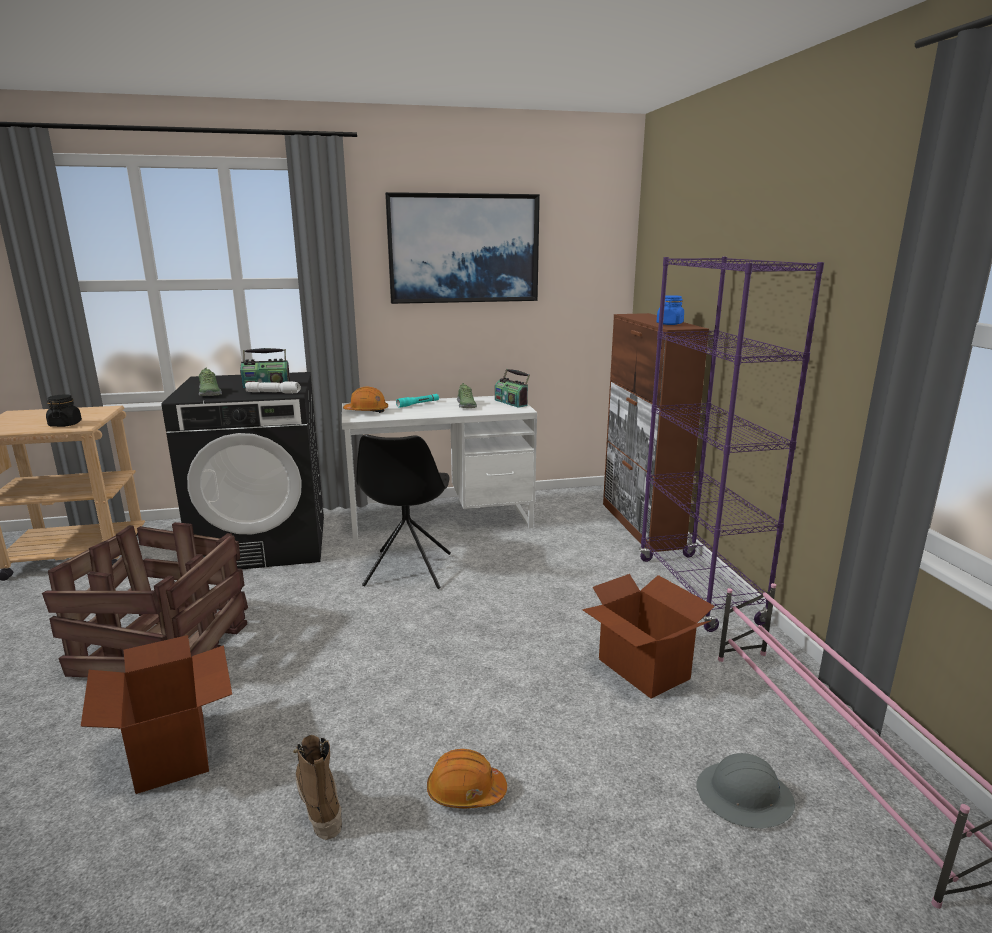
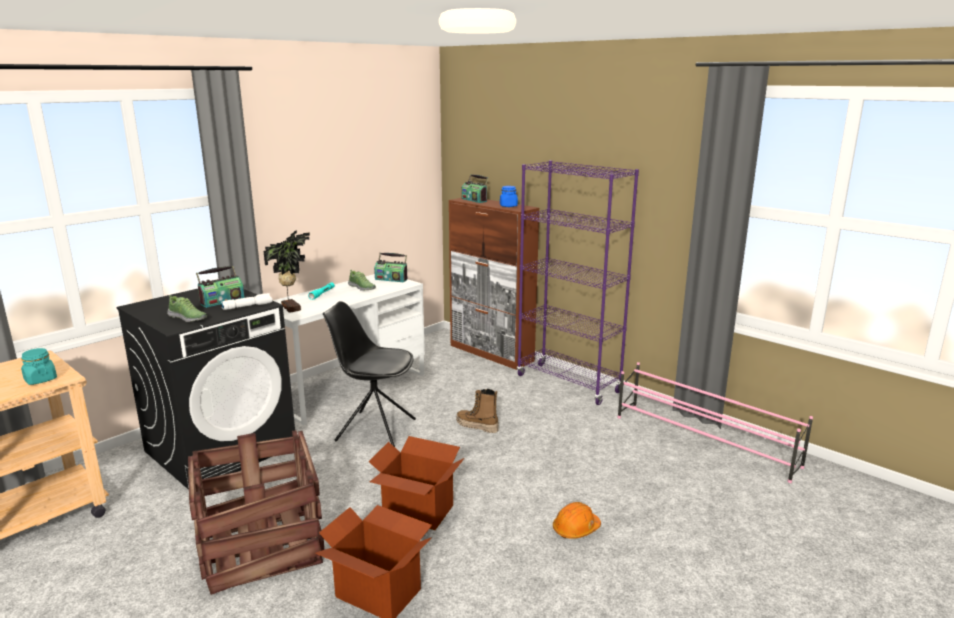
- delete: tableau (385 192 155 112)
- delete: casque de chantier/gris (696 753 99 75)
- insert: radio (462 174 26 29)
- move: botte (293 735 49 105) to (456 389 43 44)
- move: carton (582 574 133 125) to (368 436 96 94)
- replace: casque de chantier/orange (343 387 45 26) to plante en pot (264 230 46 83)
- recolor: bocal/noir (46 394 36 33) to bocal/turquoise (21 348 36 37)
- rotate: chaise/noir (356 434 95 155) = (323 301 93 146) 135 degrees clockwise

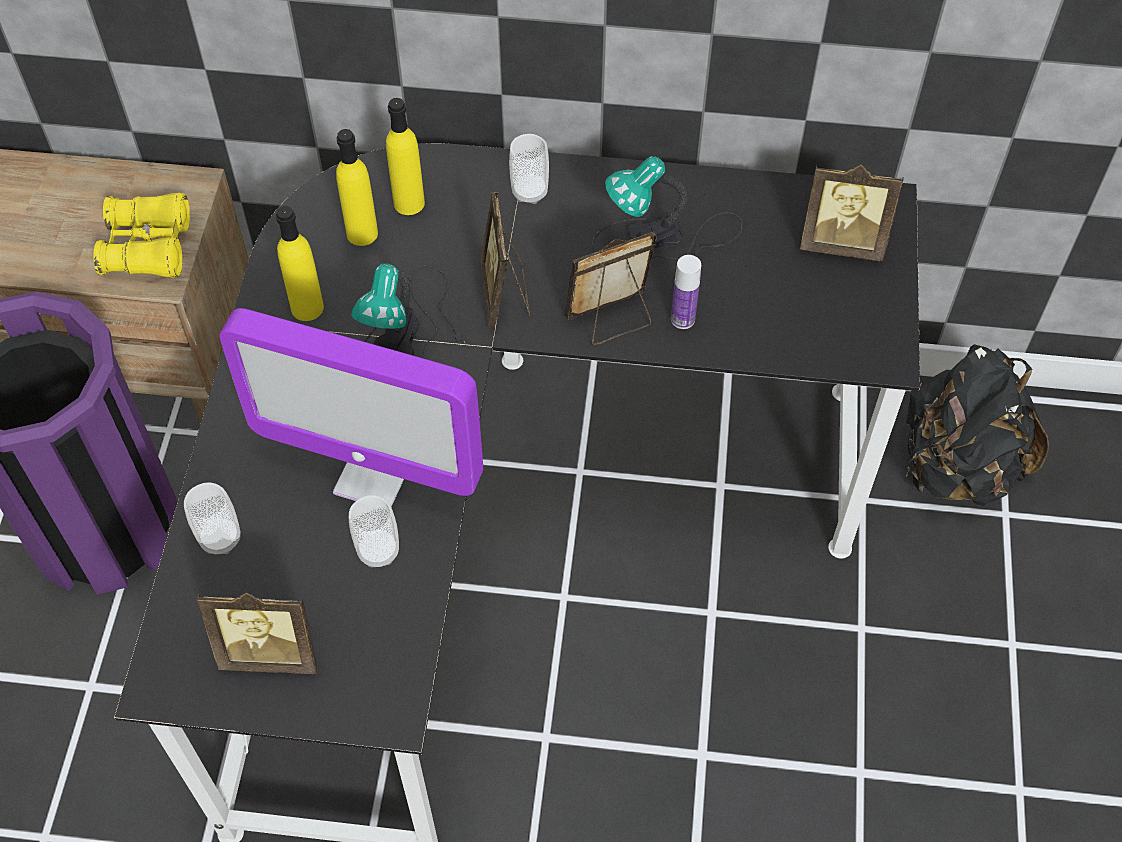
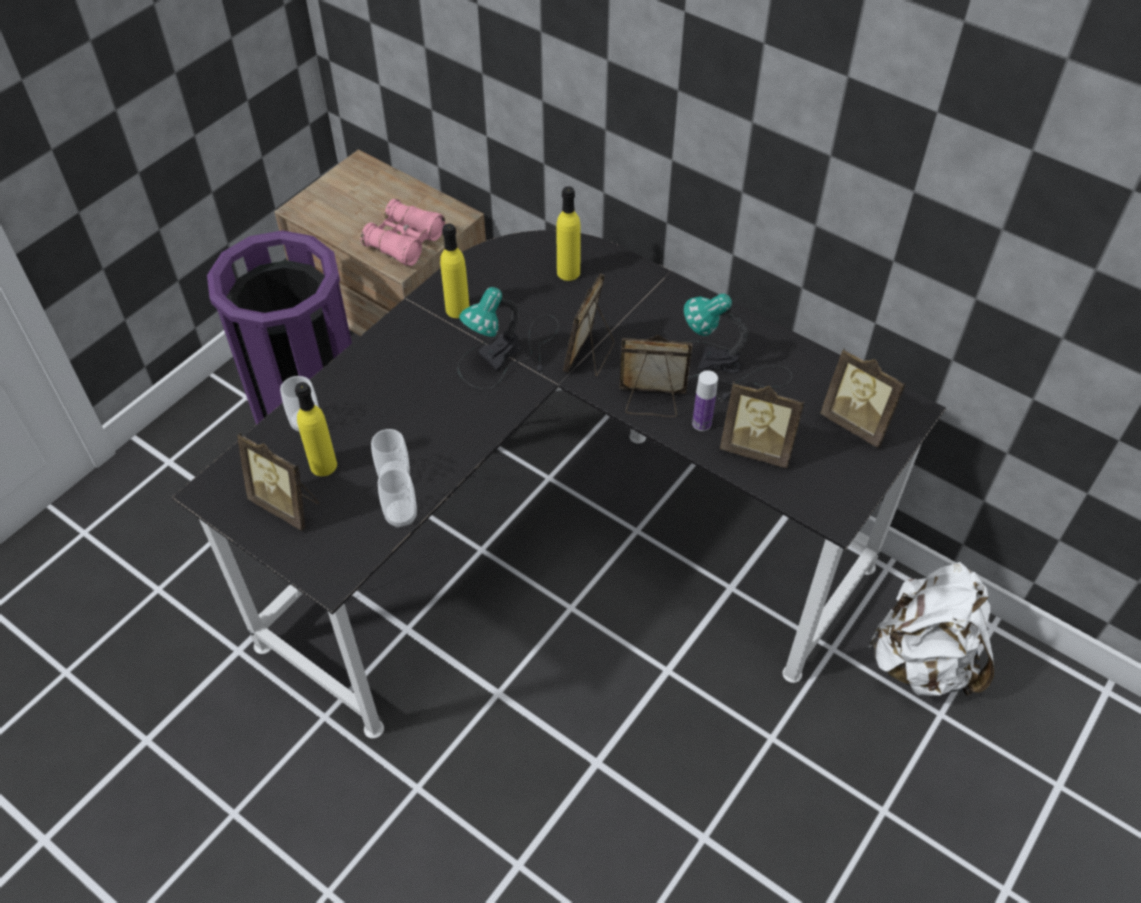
- delete: écran d'ordinateur (219 308 264 199)
- insert: cadre photo (720 382 85 86)
- move: bouteille/jaune (336 129 42 117) to (295 382 42 94)
- move: tasse (509 134 40 70) to (378 468 39 60)
- recolor: jumelles/jaune (93 193 97 85) to jumelles/rose (361 199 84 67)
- recolor: sac à dos/noir (904 344 145 162) to sac à dos/blanc (868 562 126 134)

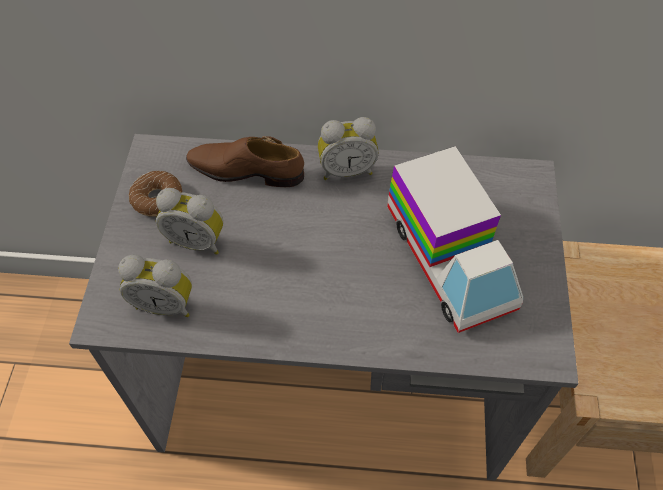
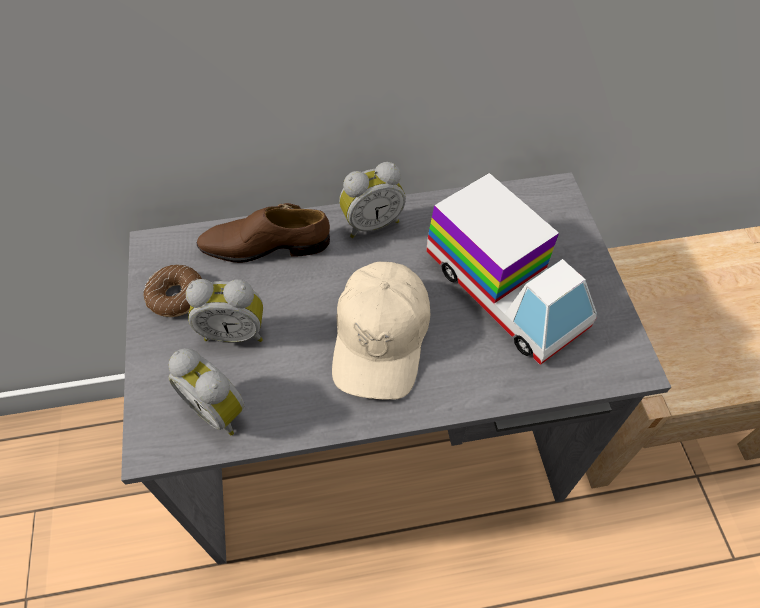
- insert: casquette/beige (332 262 99 138)
- rotate: réveil (118 255 74 62) = (168 348 77 87) 45 degrees clockwise

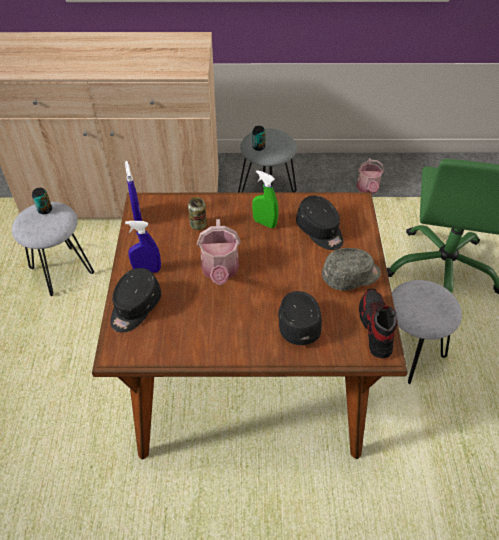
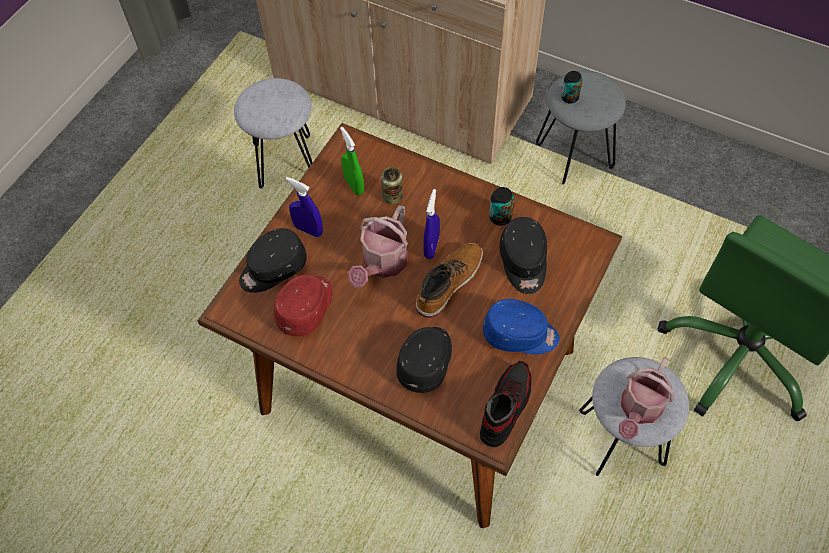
- insert: casquette/rouge (274 274 59 63)
- insert: botte (416 243 67 75)
- move: boîte métallique (32 188 20 26) to (489 187 25 39)
- move: vaporisateur/bleu (125 161 17 60) to (423 189 17 70)
- move: vaporisateur/vert (252 170 26 58) to (340 127 24 68)
- move: arrosoir (356 158 28 36) to (619 357 55 82)
- recolor: casquette/gris (322 248 59 43) to casquette/bleu (483 299 77 55)

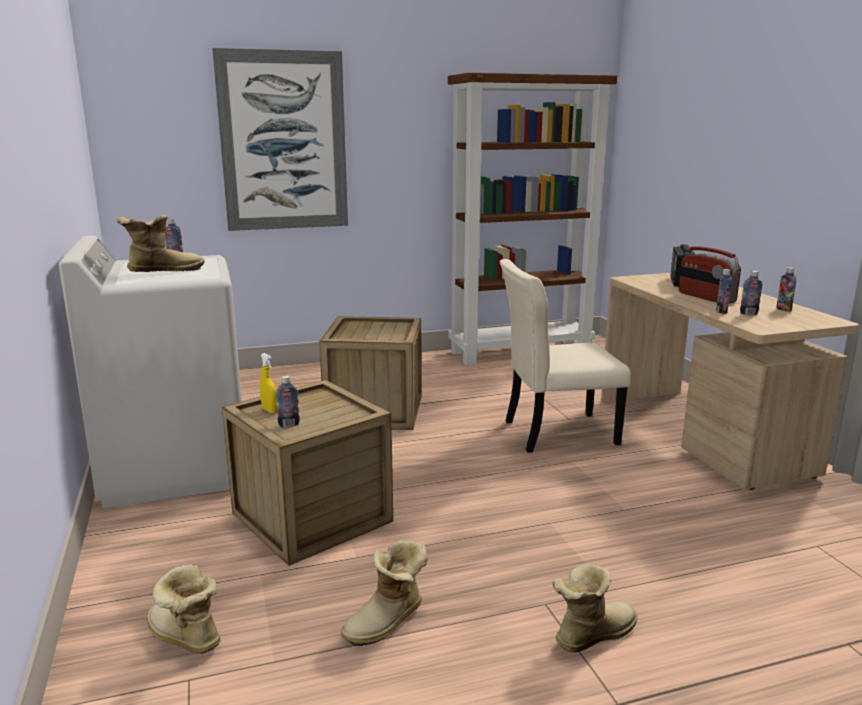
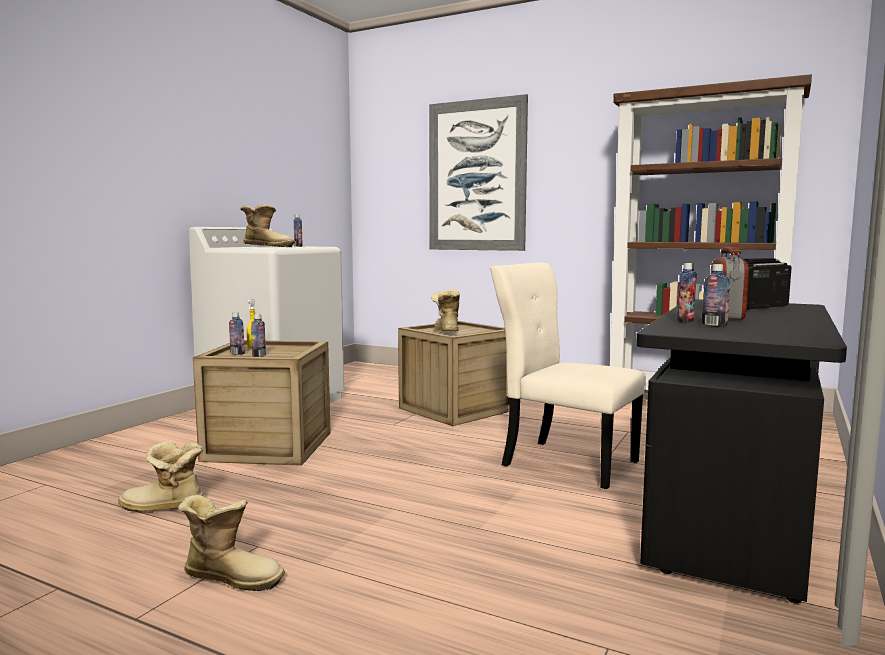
- move: botte (147 564 74 90) to (431 289 29 43)
- move: bouteille (776 267 20 45) to (251 314 15 43)
- recolor: bureau/beige (601 273 258 217) to bureau/noir (636 299 211 305)

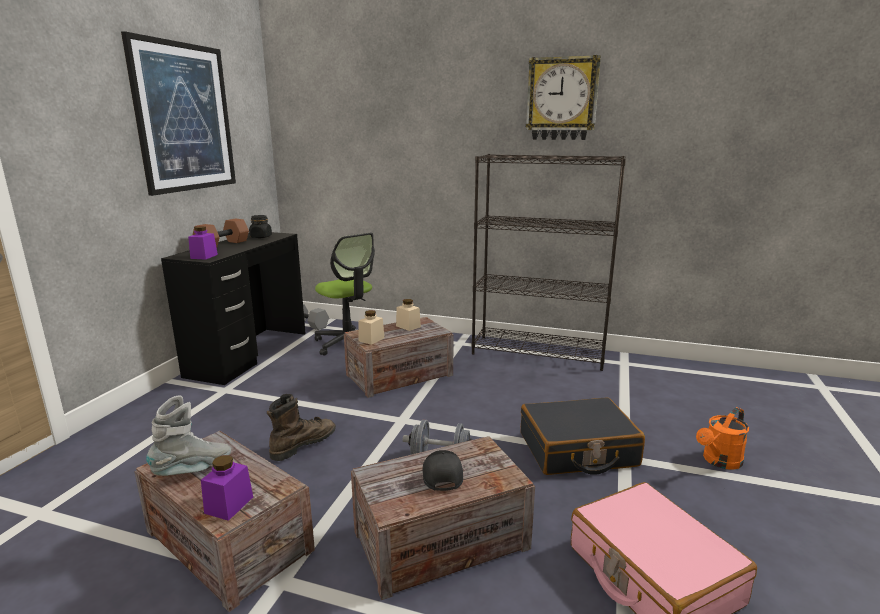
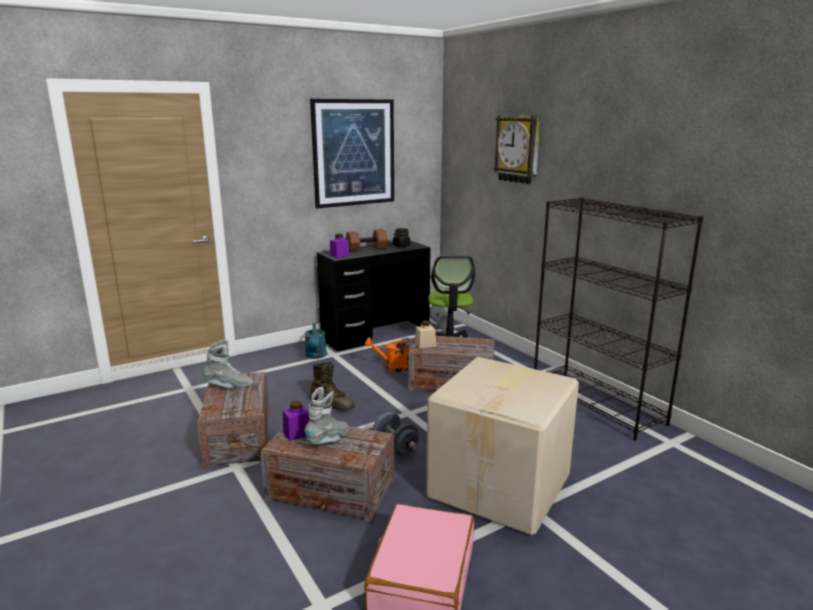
- delete: bocal/beige (396 299 25 32)
- insert: arrosoir/turquoise (305 323 22 36)
- move: bocal/violet (201 455 52 66) to (283 401 26 40)
- move: horloge murale (526 55 75 85) to (493 116 48 68)
- move: arrosoir/orange (696 407 53 63) to (365 337 49 35)
- replace: casquette/noir (423 450 40 41) to botte/gris (304 387 45 57)
- replace: valise/noir (521 397 124 78) to carton (426 357 153 178)
- rotate: botte/marron (267 394 69 67) = (310 362 45 48) 45 degrees clockwise

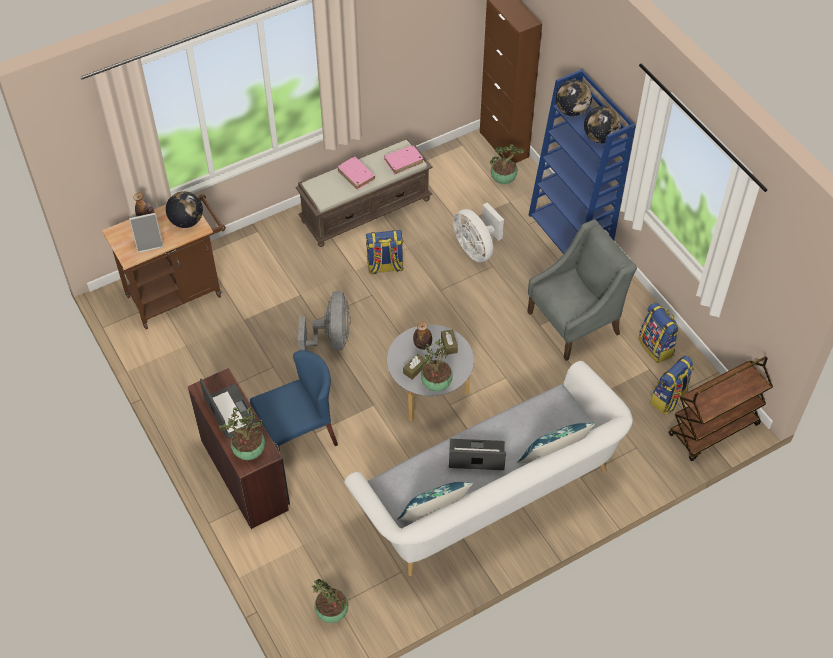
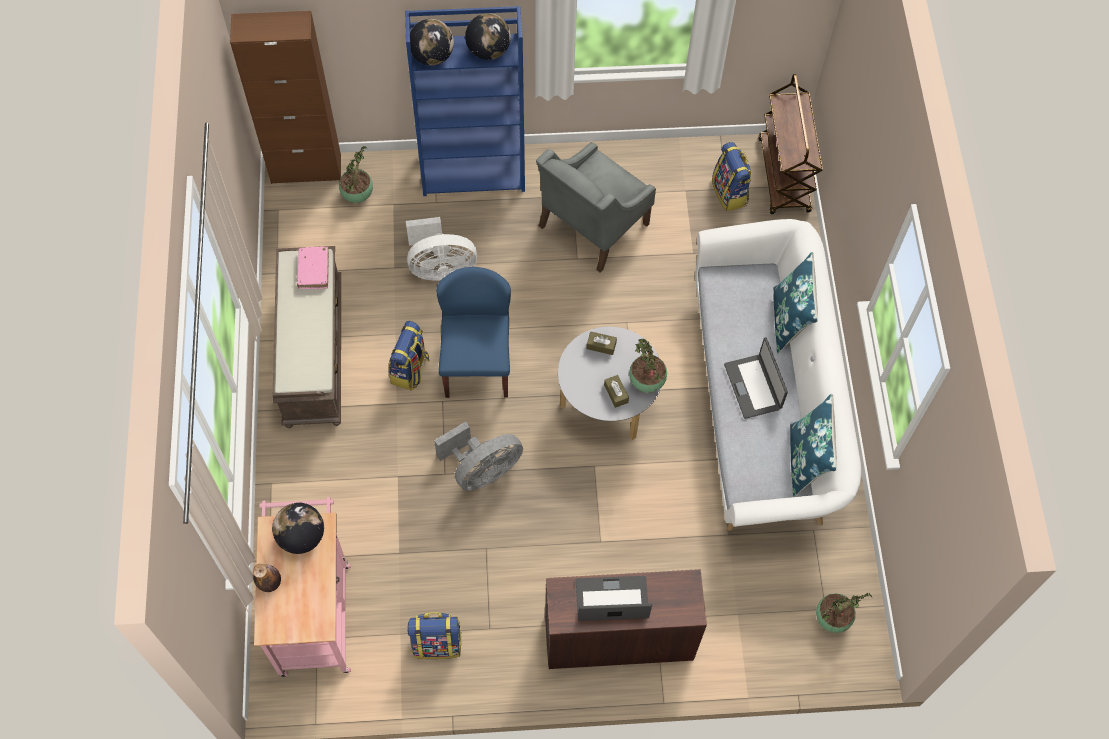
- delete: cadre photo (129 213 35 40)
- delete: plante en pot (219 407 46 53)
- delete: livre/rose (338 157 37 33)
- delete: bouteille (413 321 19 29)
- move: chaise/bleu (250 350 88 101) to (436 267 75 131)
- move: sac à dos (638 302 41 61) to (407 612 55 47)
- recolor: chariot/marron (102 194 124 135) to chariot/rose (254 497 97 180)
- rotate: ventilateur/gris (298 291 53 60) = (434 422 89 69) 120 degrees clockwise
- rotate: ordinateur portable (449 439 57 31) = (724 337 64 82) 45 degrees counterclockwise
- rotate: fauteuil/gris (527 219 110 142) = (536 142 120 131) 135 degrees counterclockwise

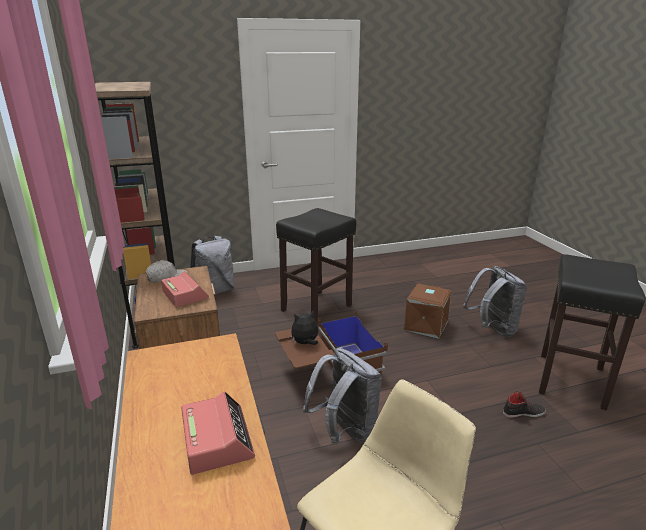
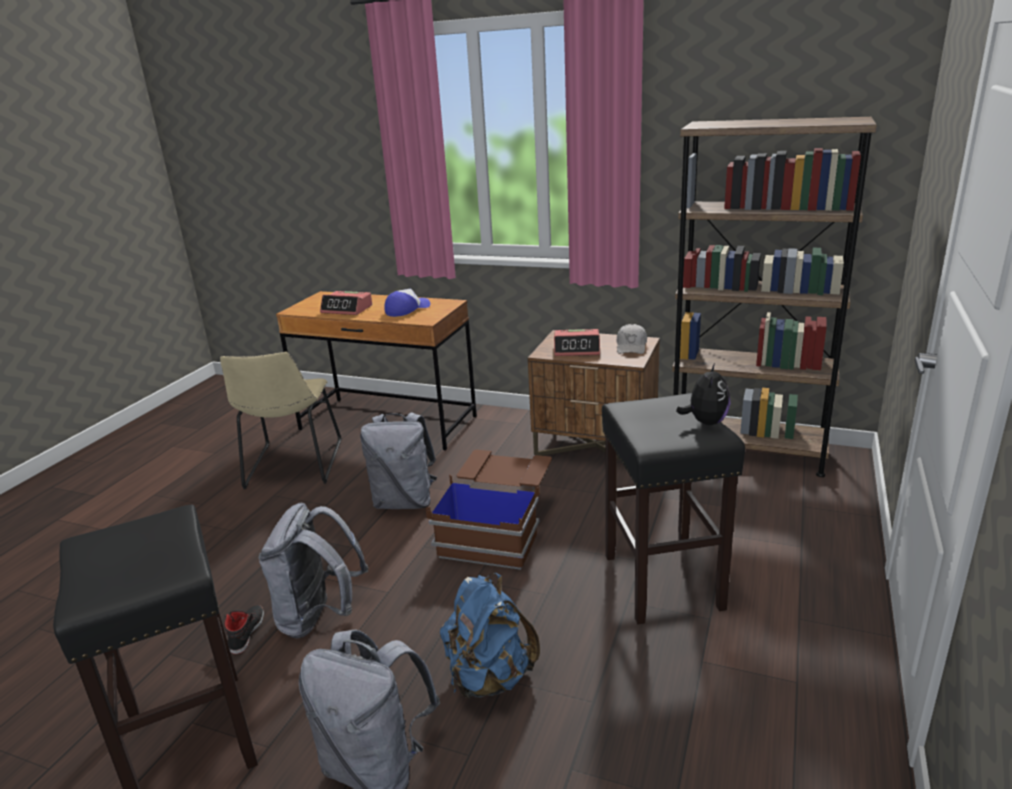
- insert: casquette (384 289 46 28)
- move: sac à dos/gris (190 236 44 58) to (259 503 109 136)
- move: peluche (291 311 27 34) to (676 363 54 62)
- replace: boîte de rangement/marron (404 283 48 56) to sac à dos/bleu (440 573 100 127)
- rotate: chaussure/noir (503 391 43 27) = (224 605 40 49) 150 degrees clockwise

